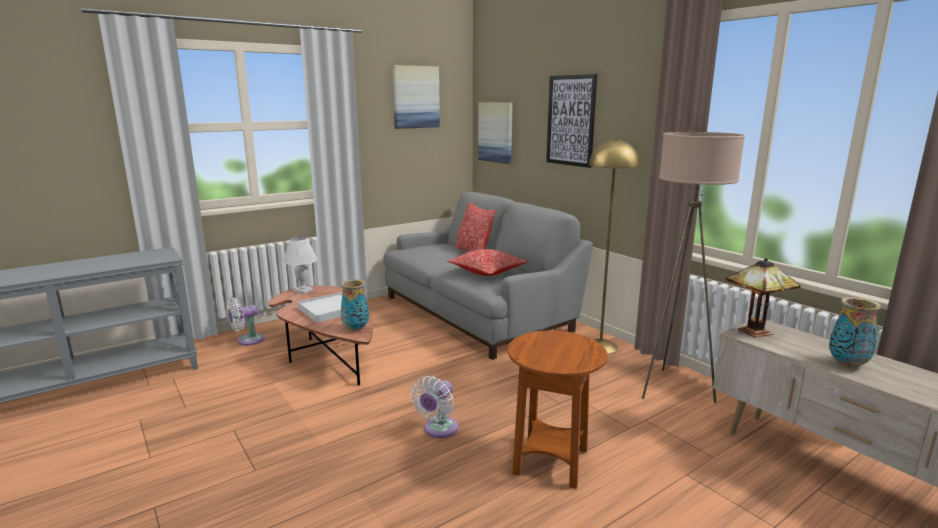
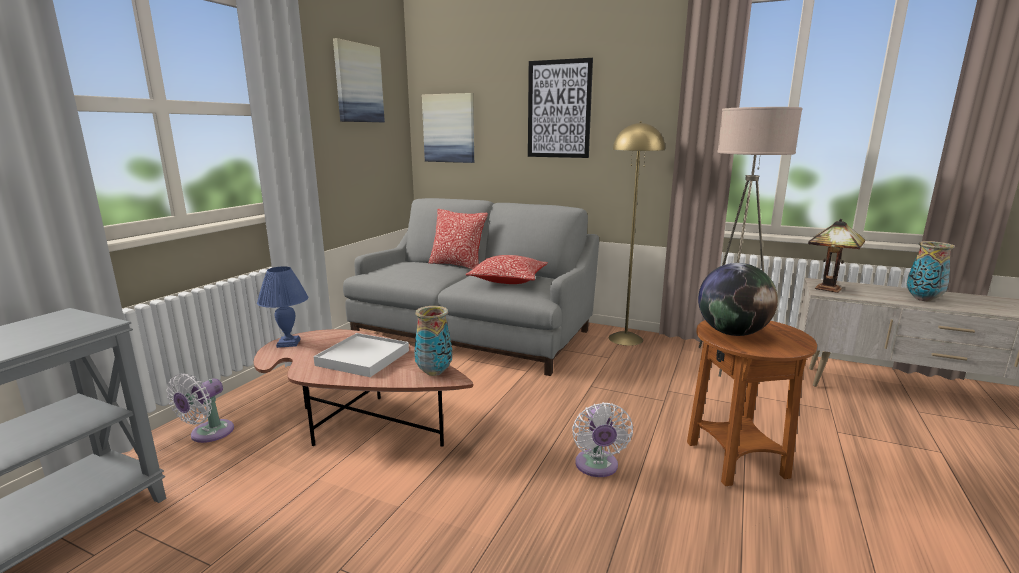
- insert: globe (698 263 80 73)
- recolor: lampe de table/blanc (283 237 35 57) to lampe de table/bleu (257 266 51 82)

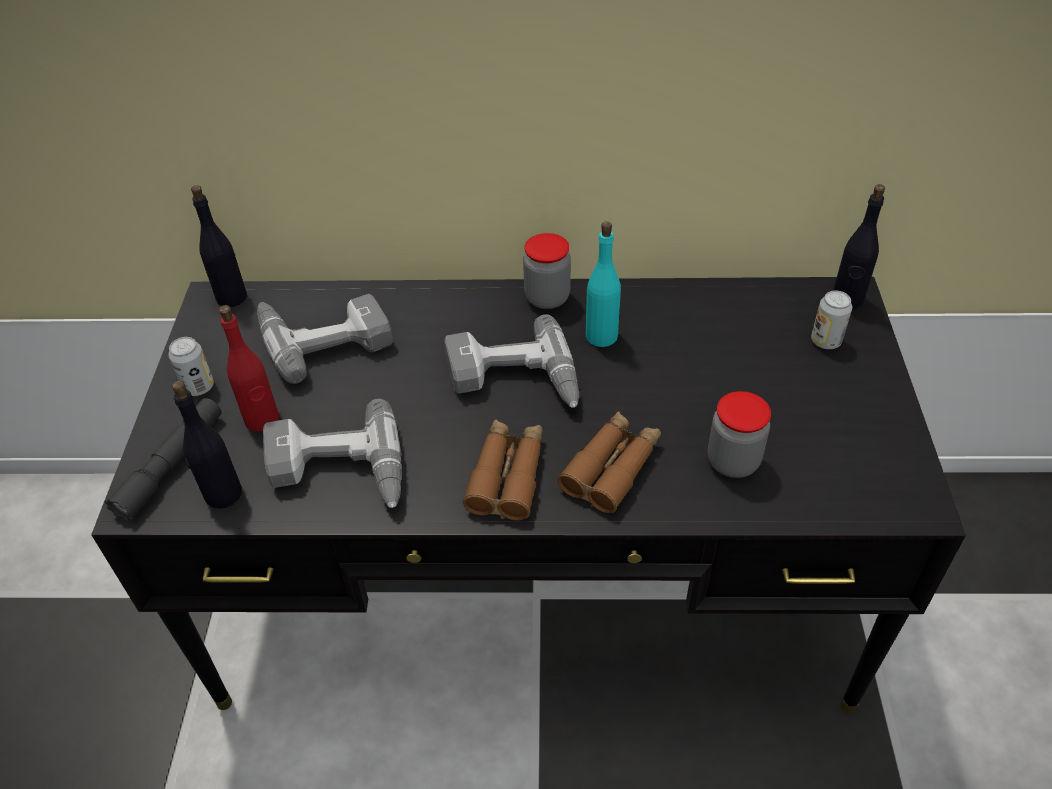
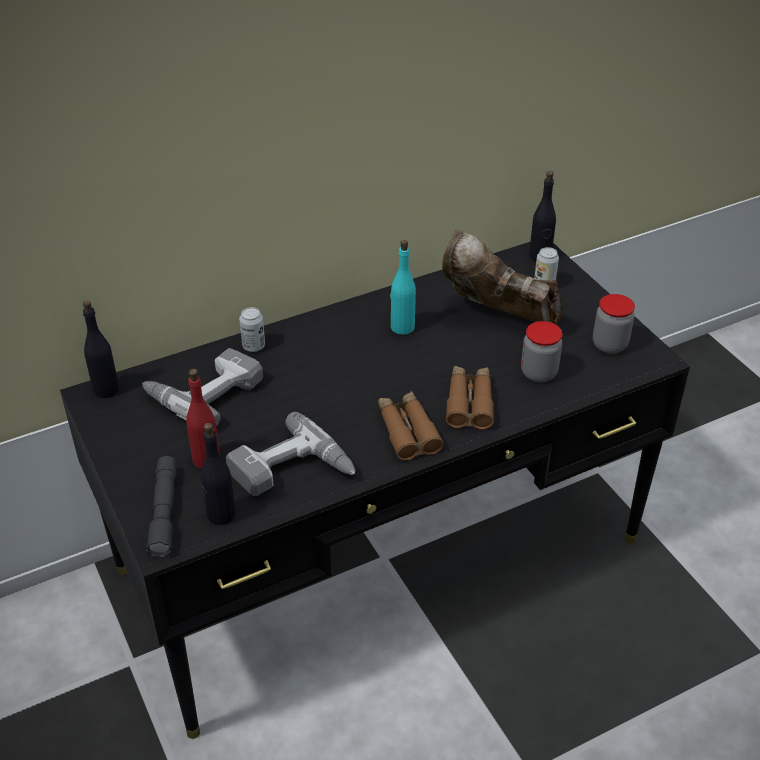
- delete: perceuse (444 314 135 94)
- insert: botte/marron (442 230 120 94)
- move: boîte métallique (168 337 46 59) to (239 307 26 45)
- move: bocal (523 233 48 76) to (593 294 42 60)

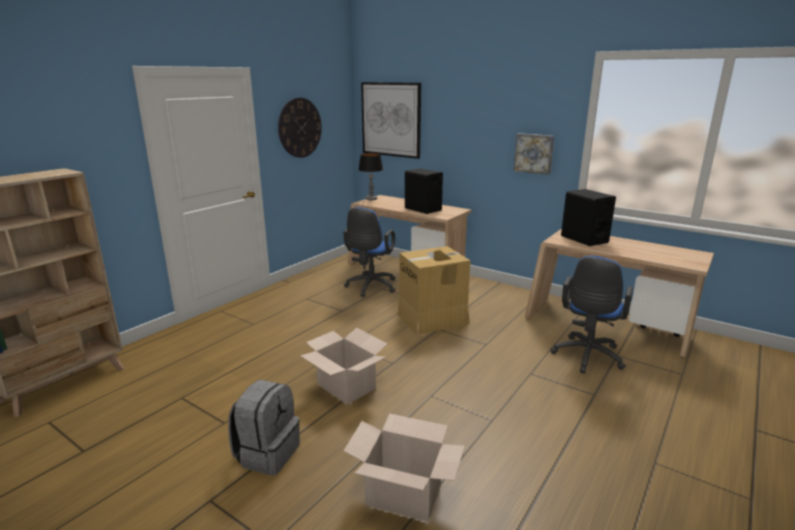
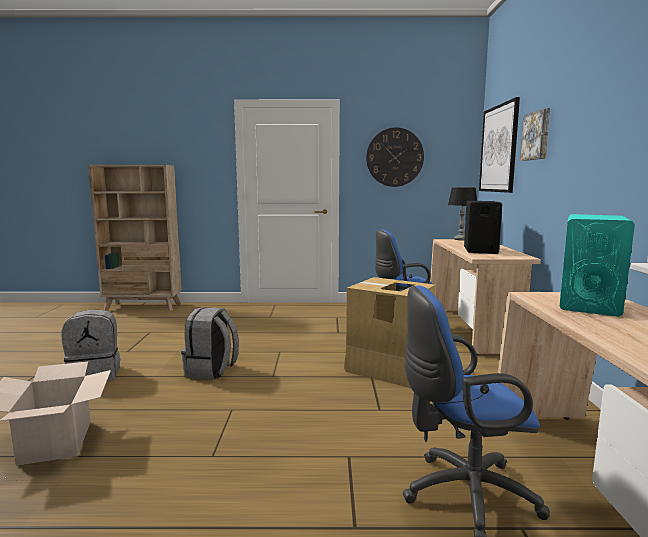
- move: tableau (514 133 40 42) to (520 108 30 53)
- replace: carton (300 328 88 77) to sac à dos/gris (181 307 58 73)
- recolor: enceinte/noir (561 189 55 57) to enceinte/turquoise (560 214 75 103)

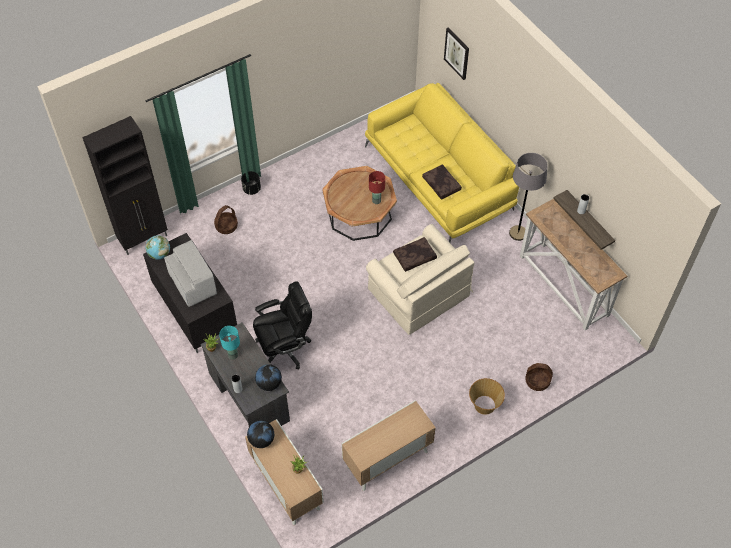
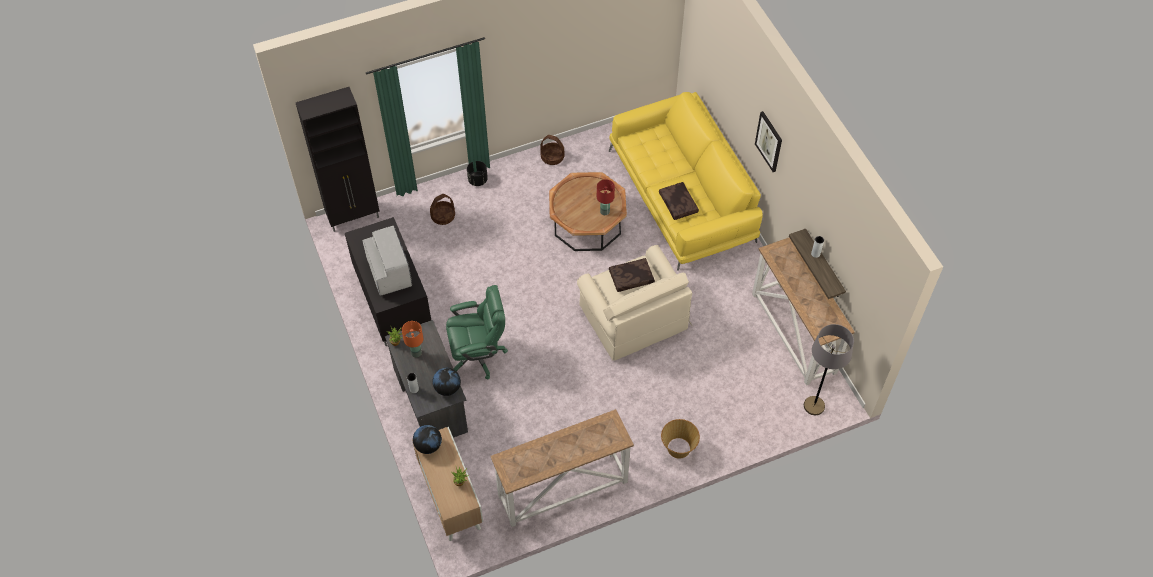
- delete: globe (146 235 24 25)
- move: tableau (444 27 25 53) to (755 111 27 61)
- move: lampadaire/gris (509 153 39 88) to (804 324 50 91)
- move: panier (525 363 28 28) to (540 135 25 30)
- replace: meuble de rangement (341 400 95 91) to table console (490 409 144 118)
- recolor: lampe de table/turquoise (219 326 21 33) to lampe de table/orange (402 321 21 36)
- recolor: chaise de bureau/noir (253 281 59 88) to chaise de bureau/vert (446 285 62 95)

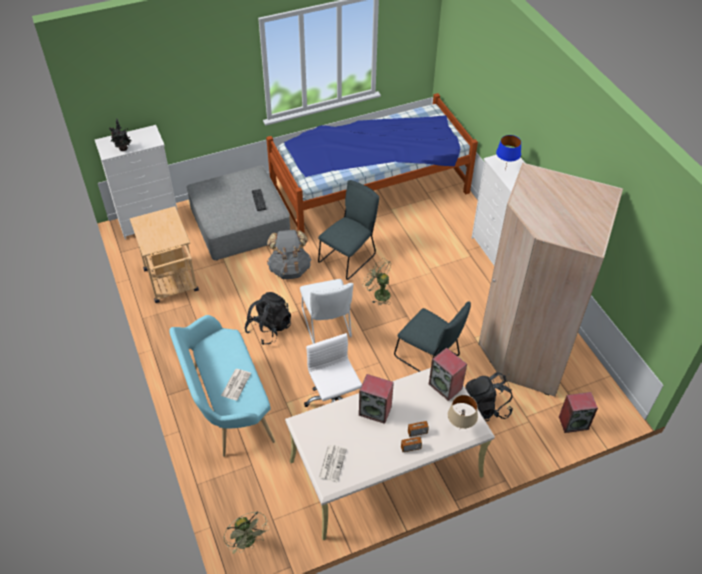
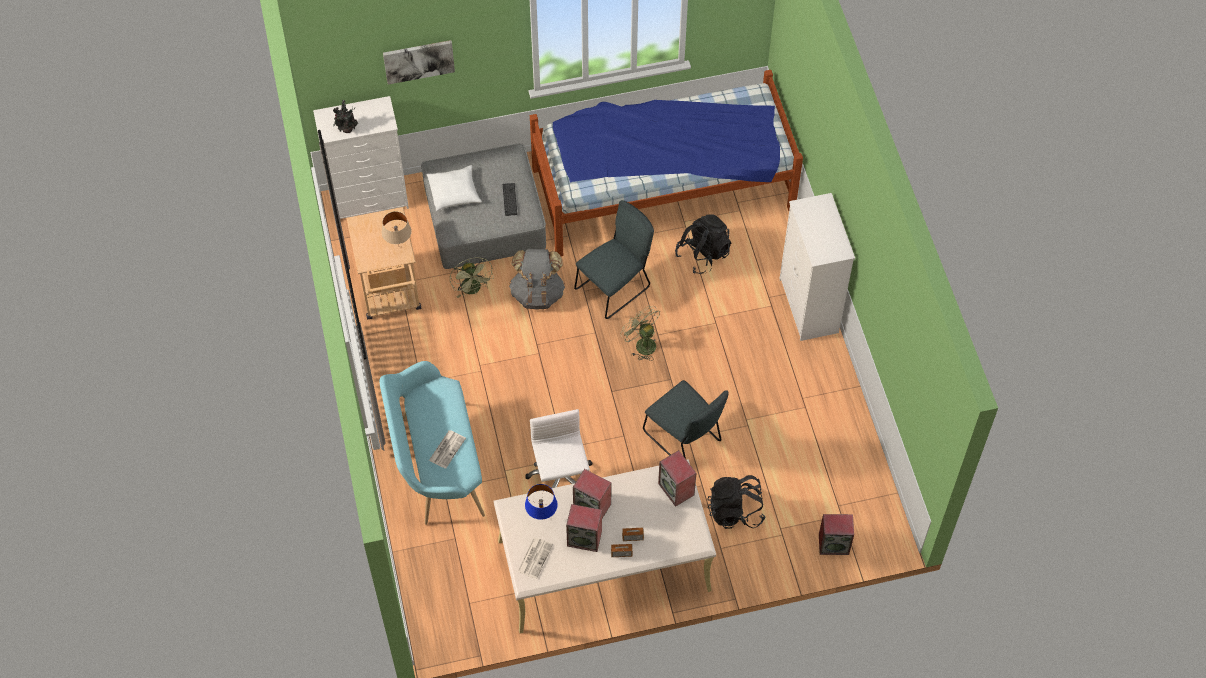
- delete: chaise/blanc (300 279 53 65)
- delete: armoire/beige (478 163 145 234)
- insert: tableau (383 40 72 45)
- insert: coussin/blanc (427 165 55 47)
- insert: enceinte (566 504 36 48)
- move: ventilateur/vert (223 512 46 42) to (450 258 44 40)
- move: sac à dos/noir (245 292 46 53) to (675 214 56 60)
- move: lampe de table/beige (448 395 30 34) to (382 211 30 34)
- move: lampe de table/bleu (496 135 25 36) to (525 484 33 36)

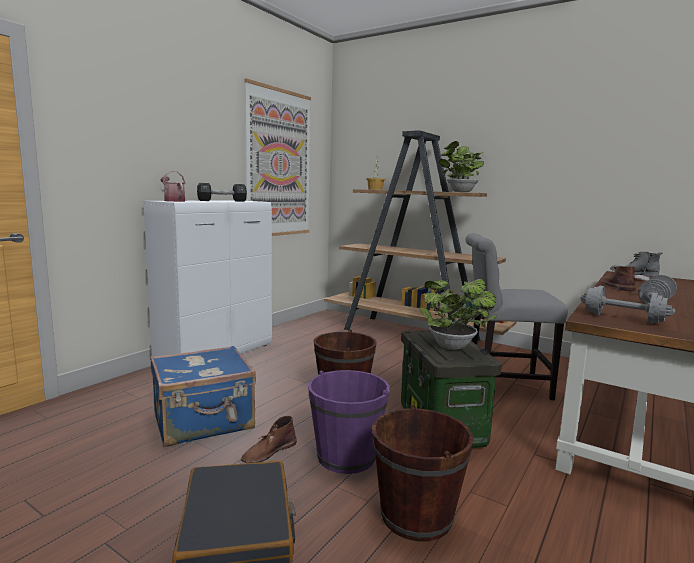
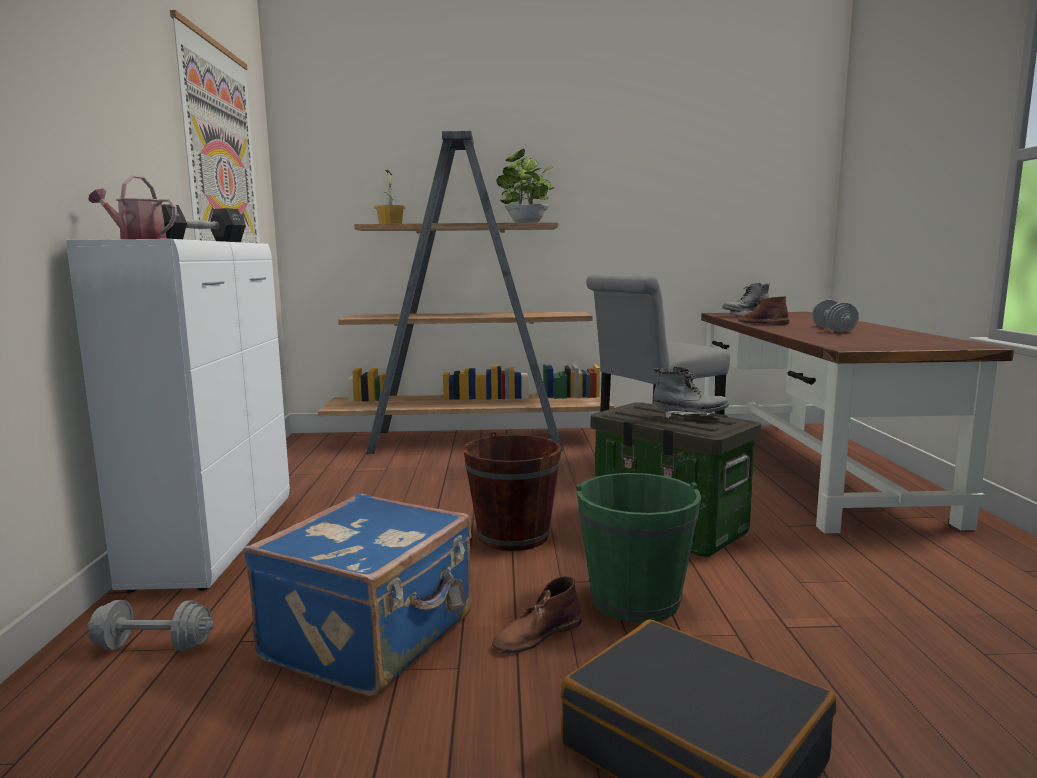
- delete: seau/marron (372 405 101 137)
- move: haltère/gris (580 286 95 38) to (88 600 127 51)
- replace: plante en pot (419 279 78 70) to botte/gris (653 366 76 53)
- recolor: seau/violet (308 370 82 104) to seau/vert (577 473 124 150)
- rotate: botte/marron (241 416 56 47) = (492 576 90 78) 45 degrees clockwise

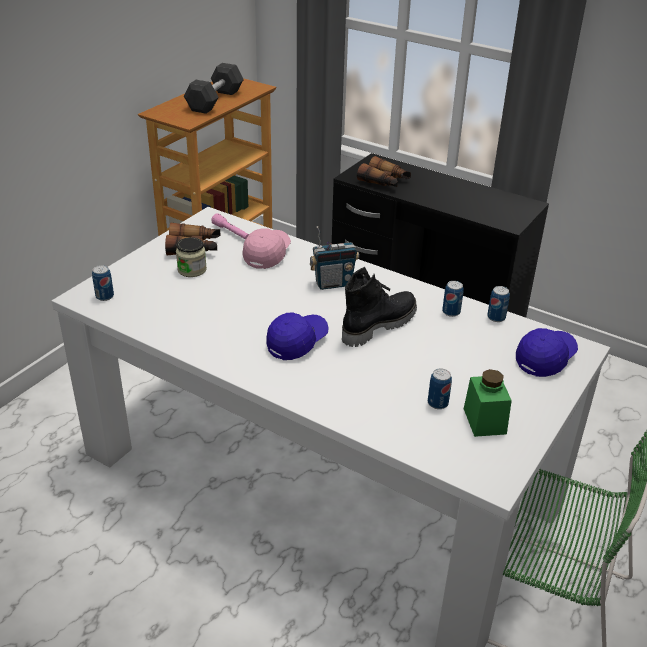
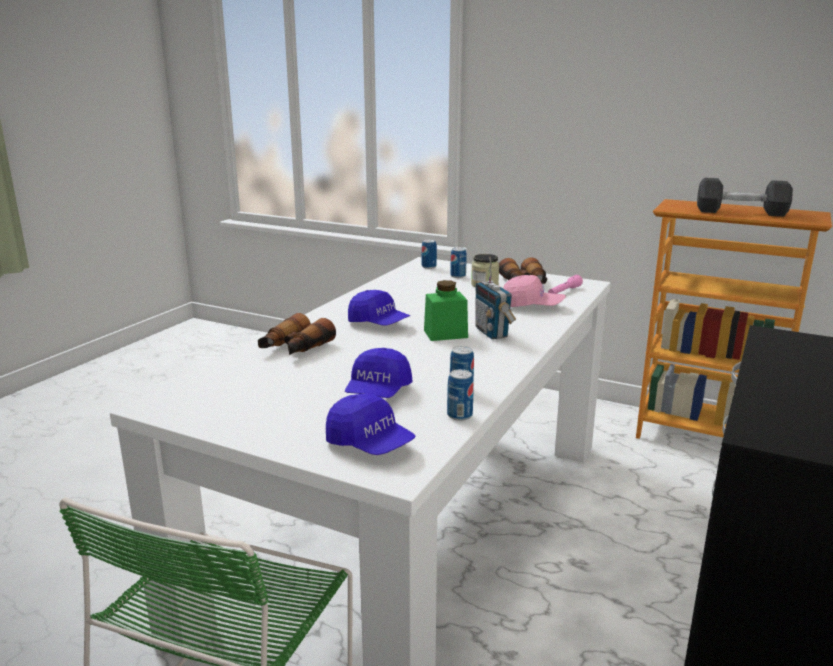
- delete: botte/noir (342 267 75 80)
- insert: casquette/bleu (345 348 68 50)
- move: jumelles (357 156 54 31) to (258 313 78 42)
- move: boîte métallique (428 368 24 41) to (450 247 17 31)
- move: bocal/vert (464 369 48 68) to (424 280 44 61)

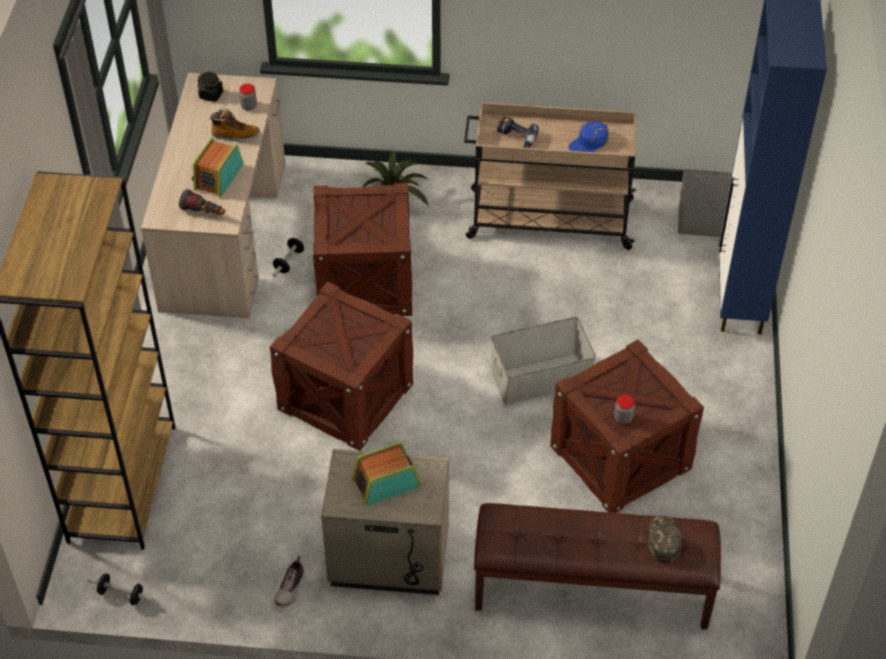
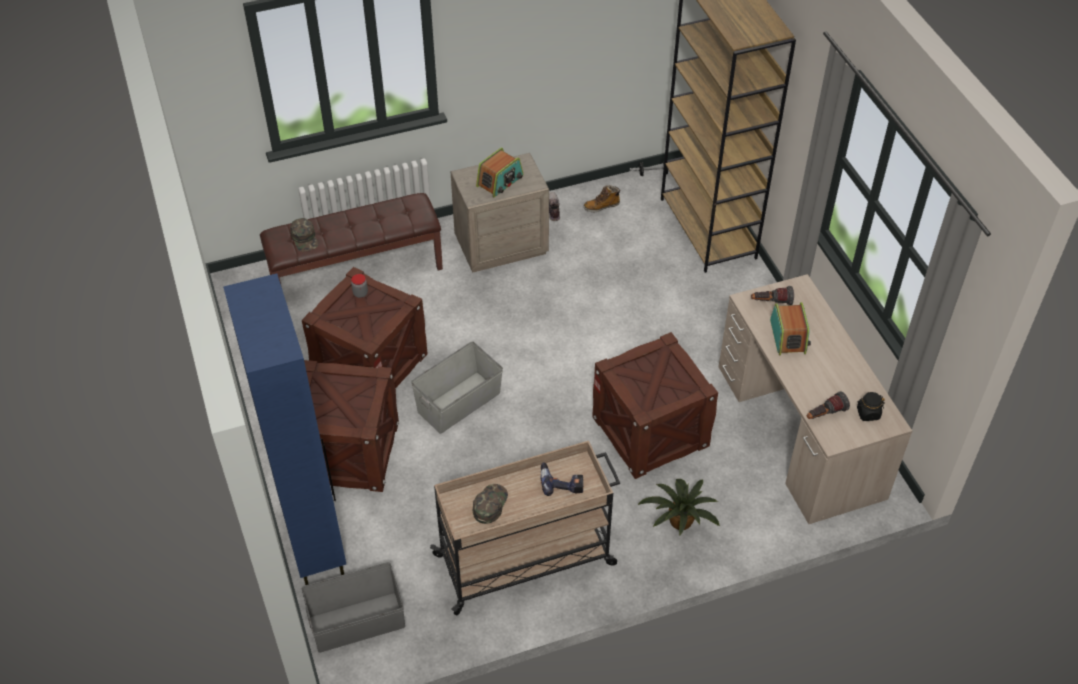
- delete: haltère (273 234 31 43)
- move: botte (209 109 51 33) to (584 185 37 27)
- move: caisse (270 282 143 169) to (304 360 95 132)
- replace: bocal (239 84 18 27) to lampe de poche (807 391 43 28)
- recolor: casquette/bleu (569 121 39 31) to casquette/vert (473 484 35 40)

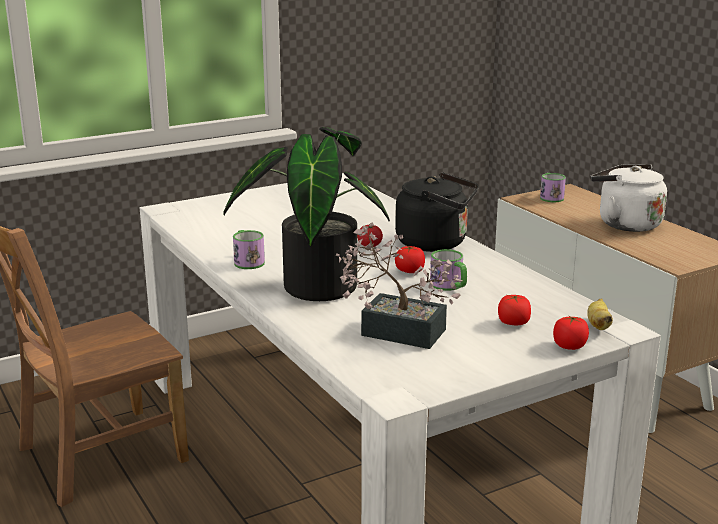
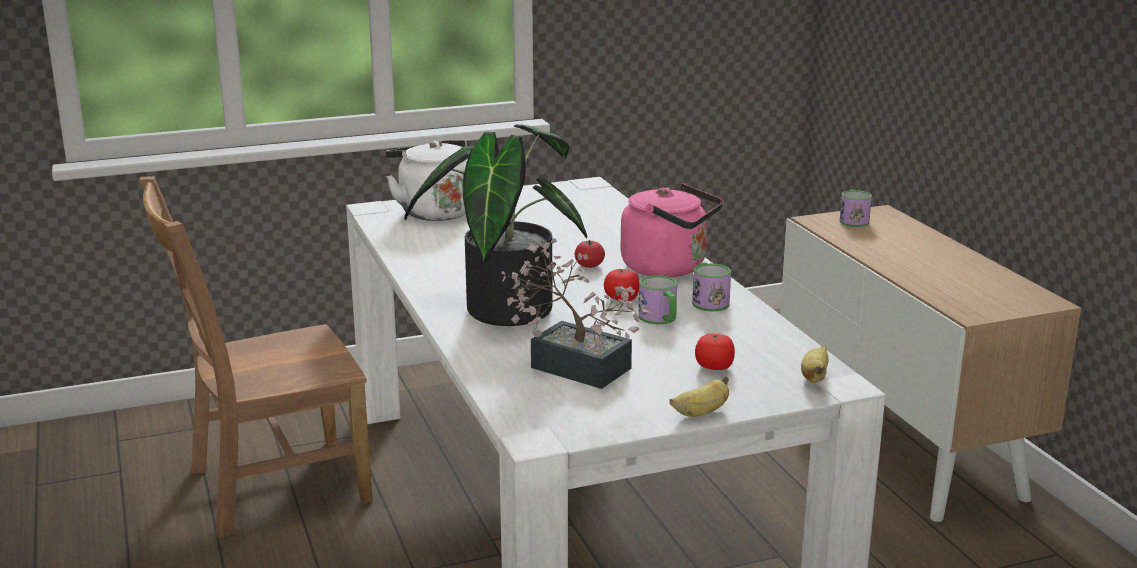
- delete: tomate (553 315 36 35)
- insert: banane (670 376 59 41)
- move: mug (233 230 32 39) to (692 262 39 49)
- move: bouilloire/blanc (590 164 77 68) to (386 140 82 81)
- recolor: bouilloire/noir (395 172 84 80) to bouilloire/rose (621 183 102 94)

